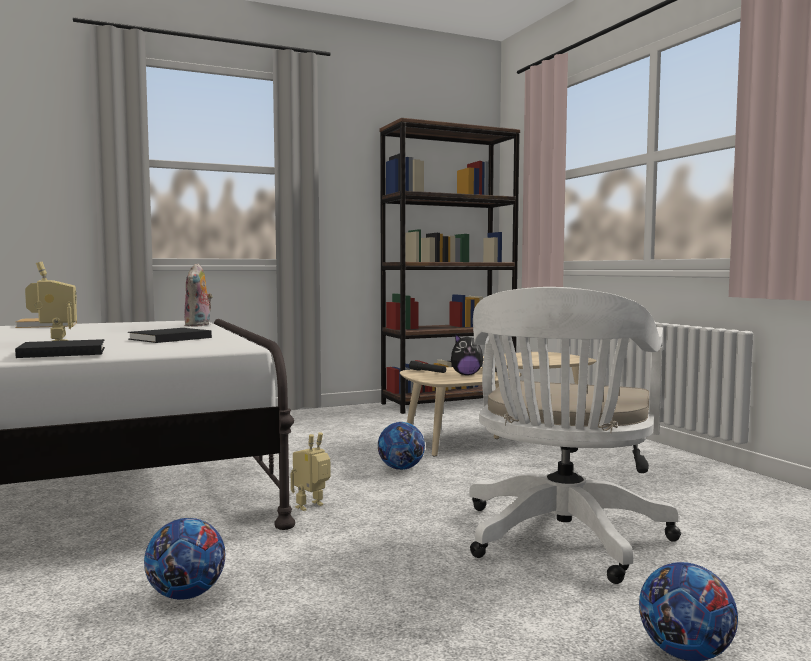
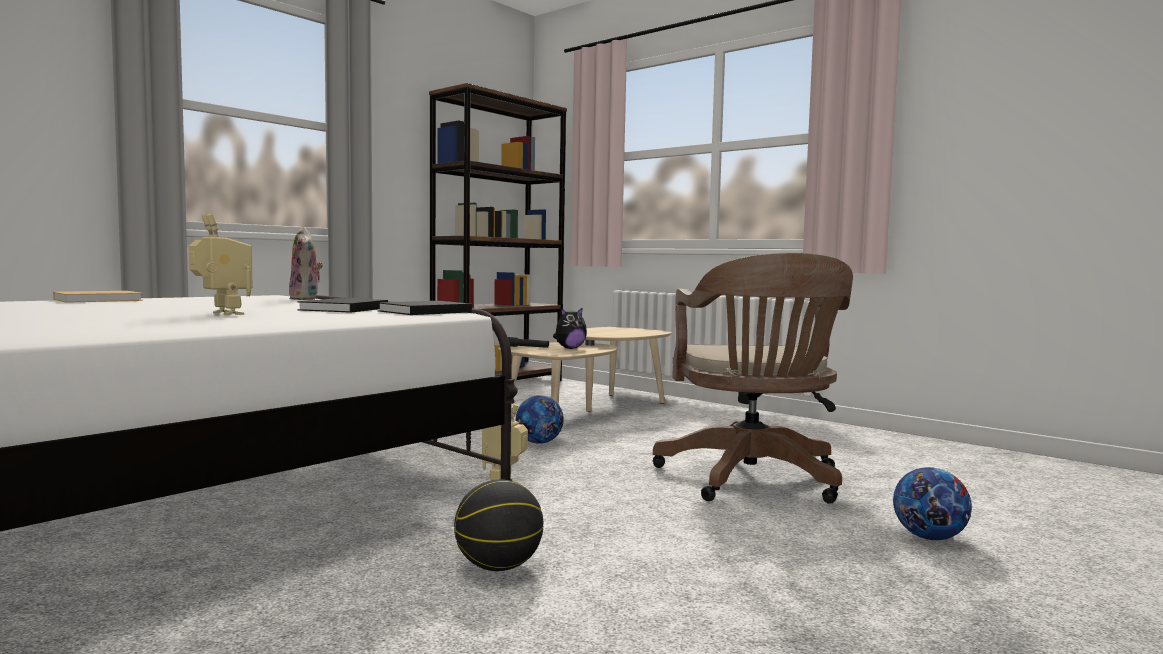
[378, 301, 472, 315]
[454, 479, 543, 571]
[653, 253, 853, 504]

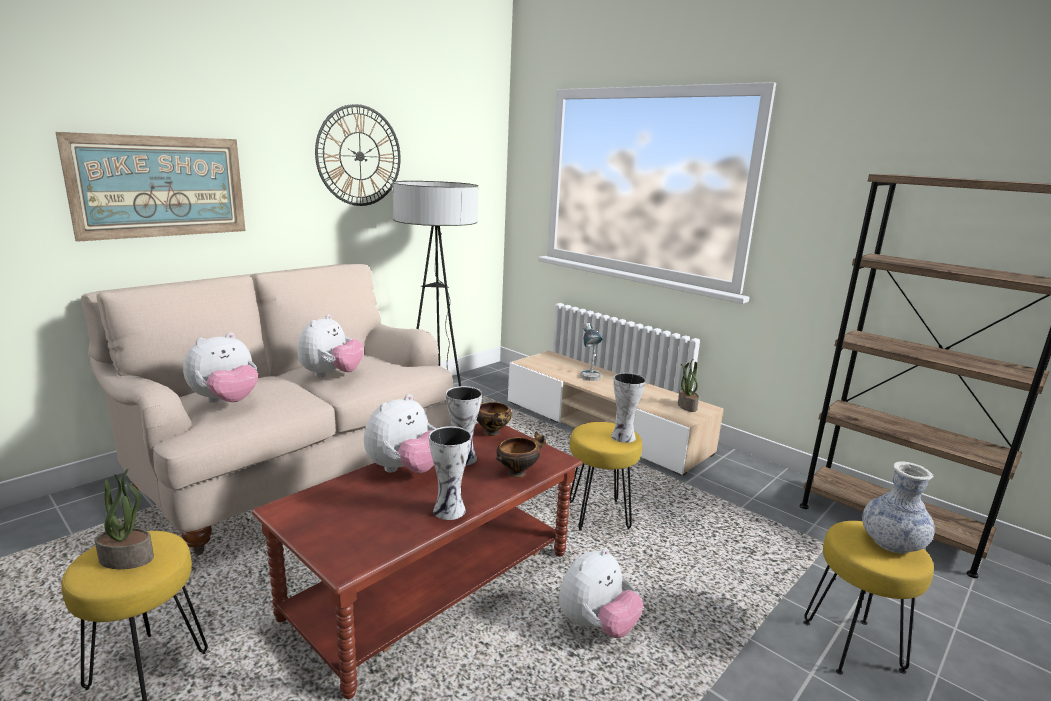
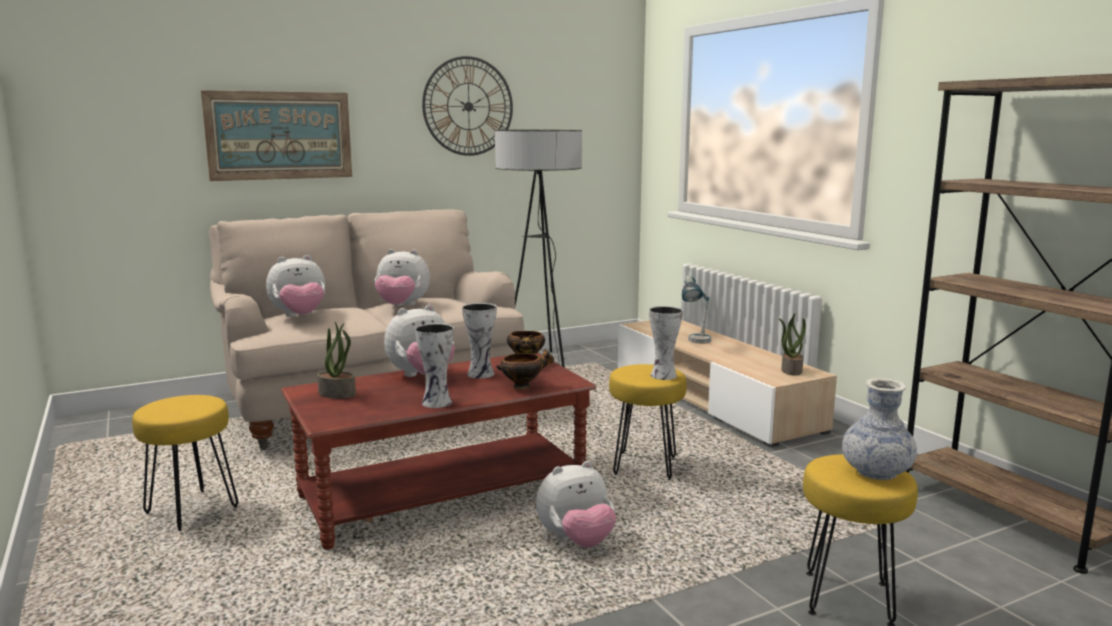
[317, 322, 356, 399]
[375, 249, 430, 306]

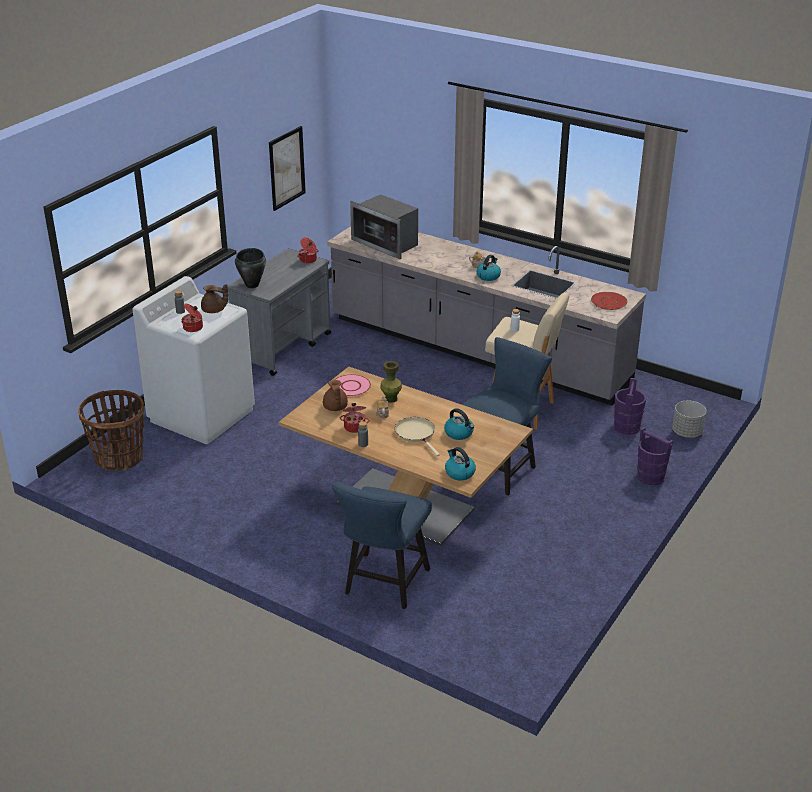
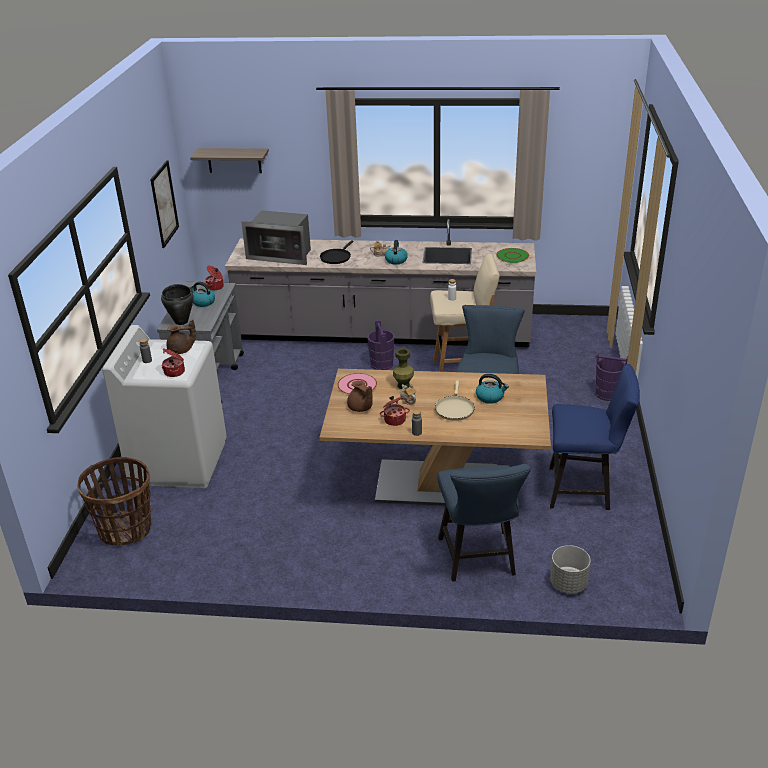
[190, 148, 269, 173]
[320, 240, 354, 264]
[549, 364, 640, 510]
[190, 282, 215, 307]
[367, 320, 395, 370]
[550, 545, 591, 594]
[496, 248, 529, 263]
[435, 380, 475, 421]

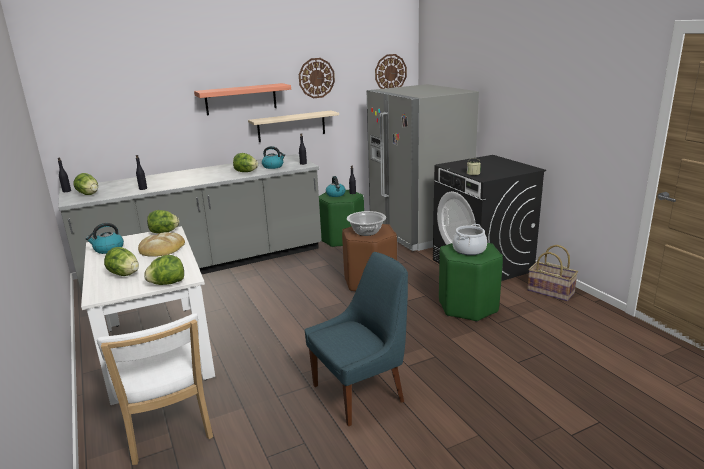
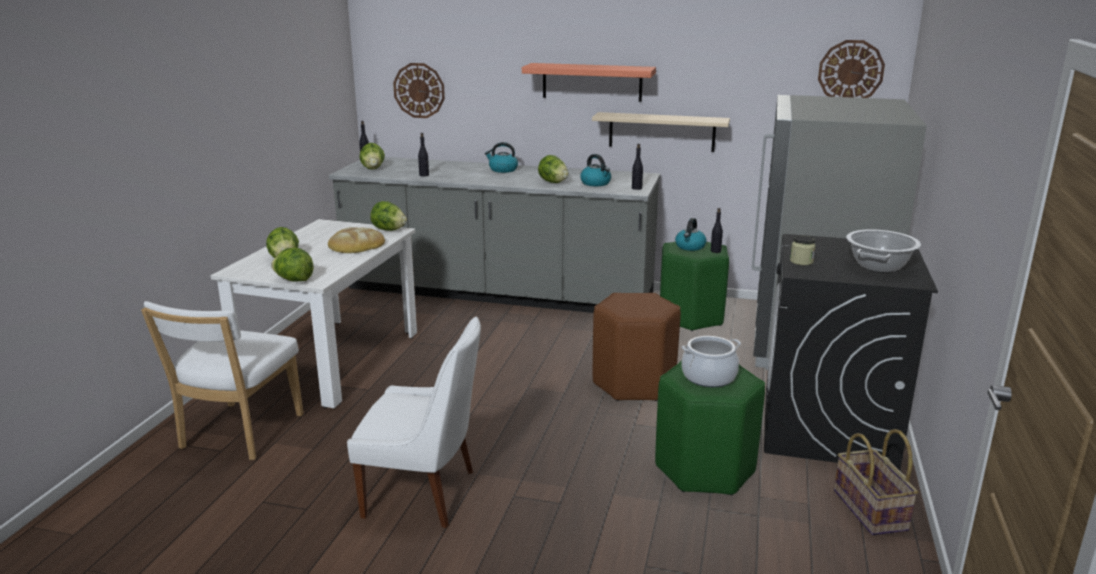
[485, 142, 518, 173]
[393, 63, 445, 118]
[846, 229, 921, 273]
[347, 317, 481, 528]

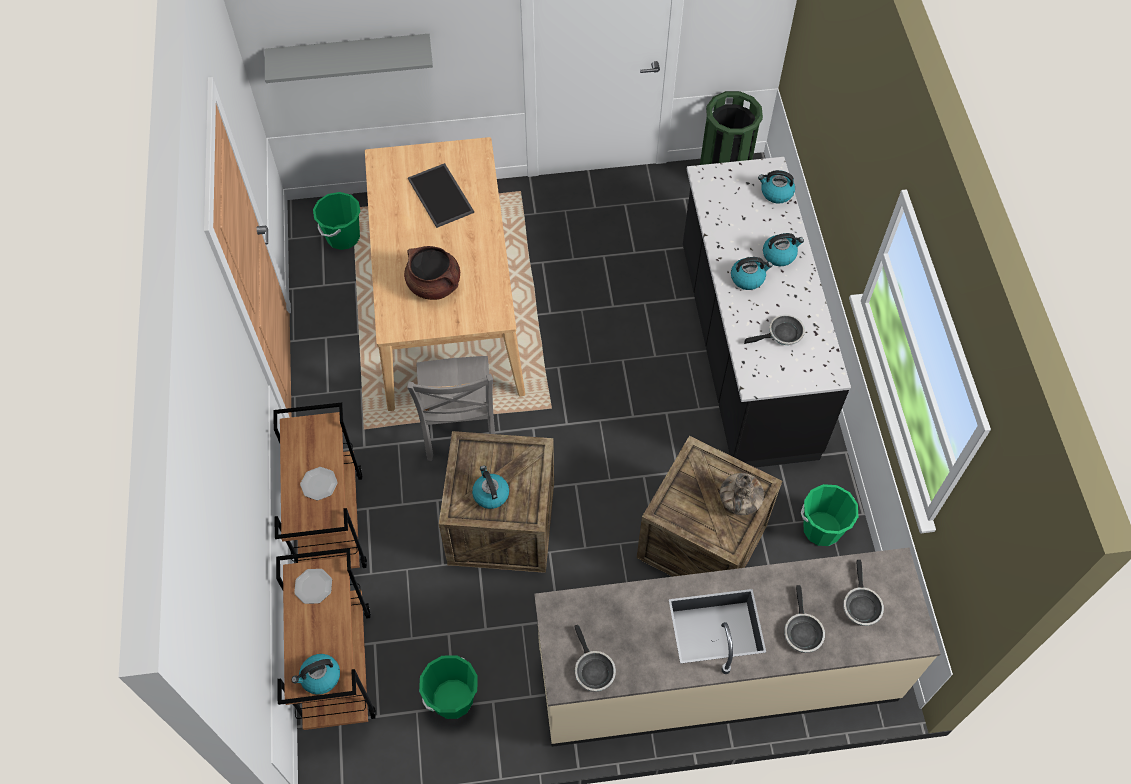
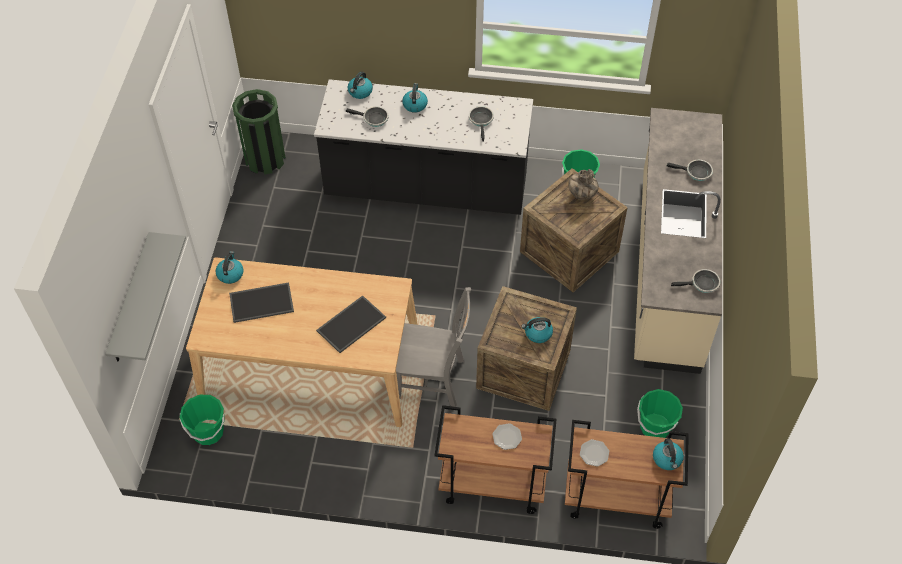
[215, 251, 243, 284]
[346, 106, 389, 127]
[316, 295, 386, 353]

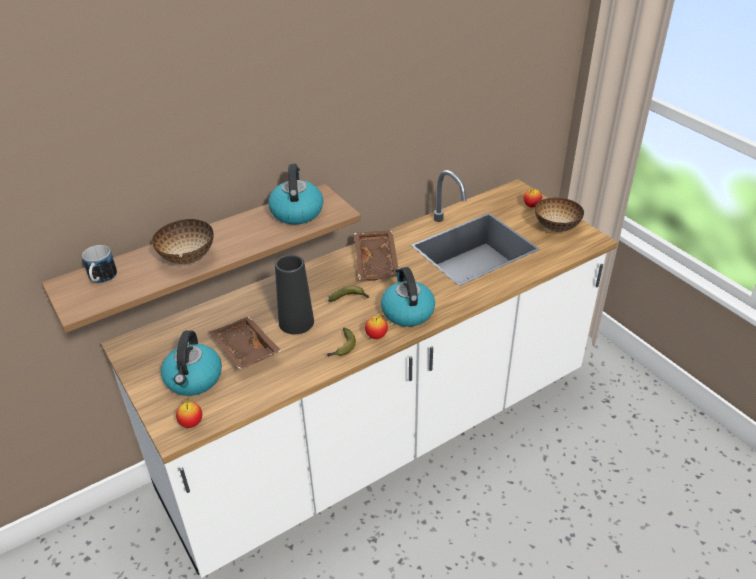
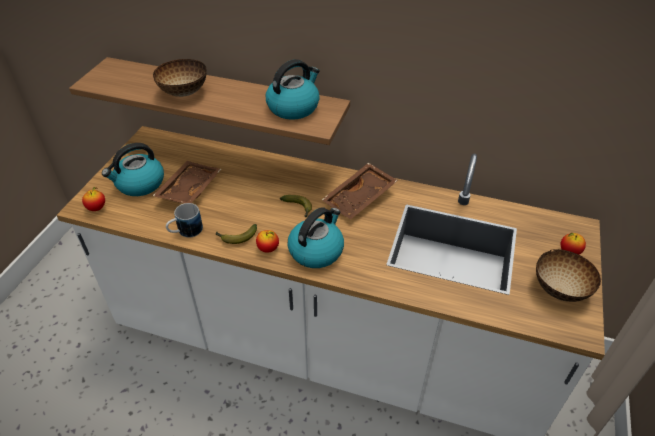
[275, 255, 314, 334] (first image)
[166, 203, 203, 237]

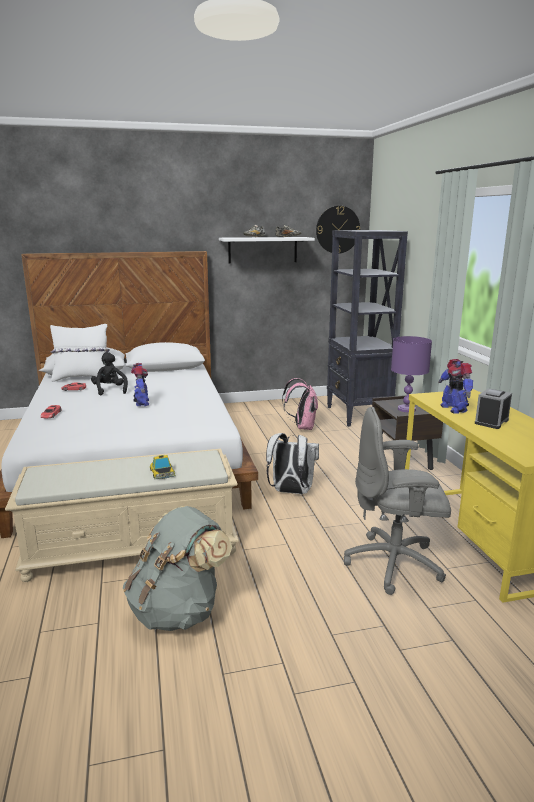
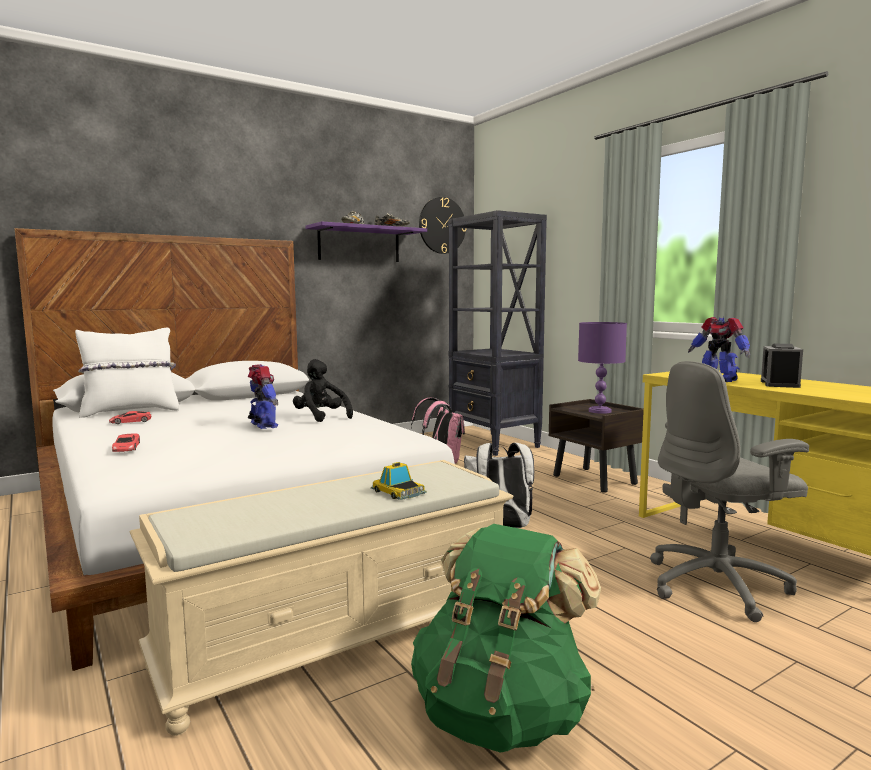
[293, 359, 353, 422]
[411, 524, 601, 753]
[305, 222, 427, 262]

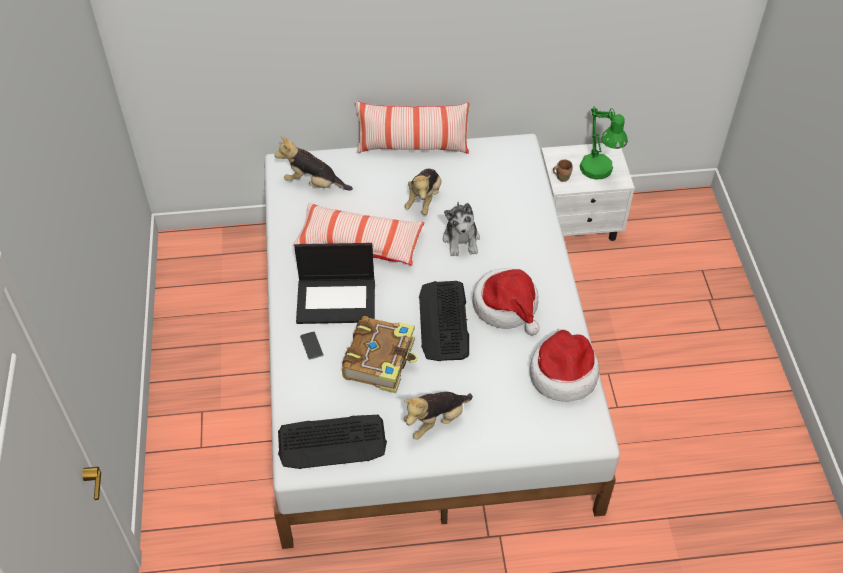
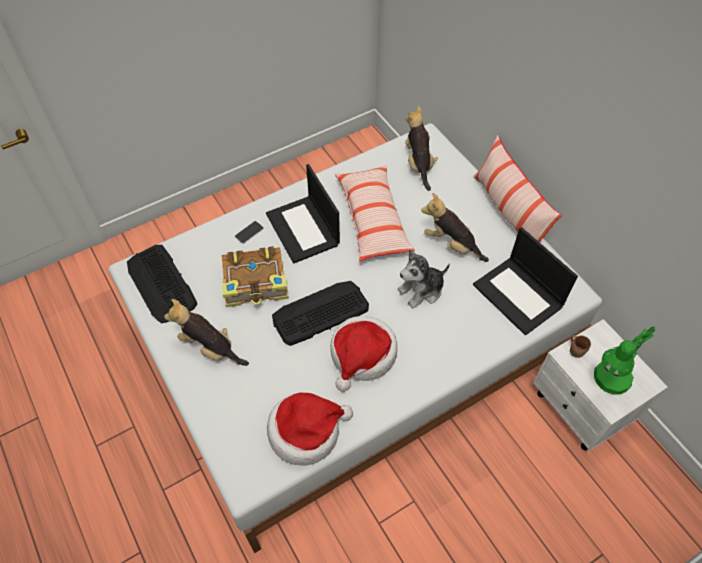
[473, 227, 578, 335]
[421, 193, 489, 262]

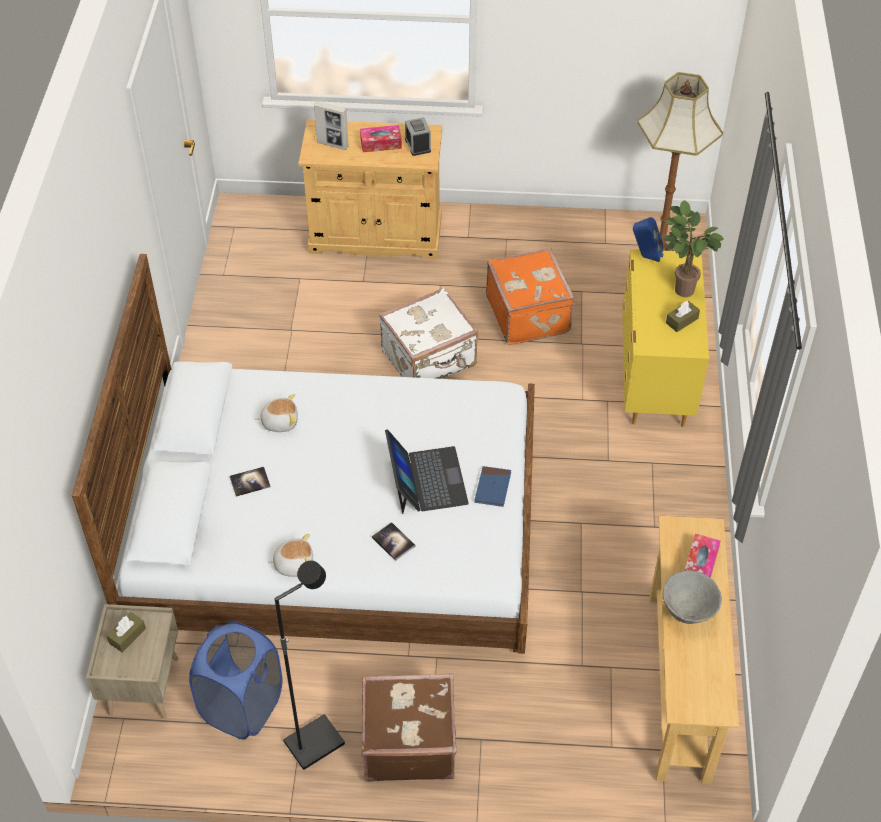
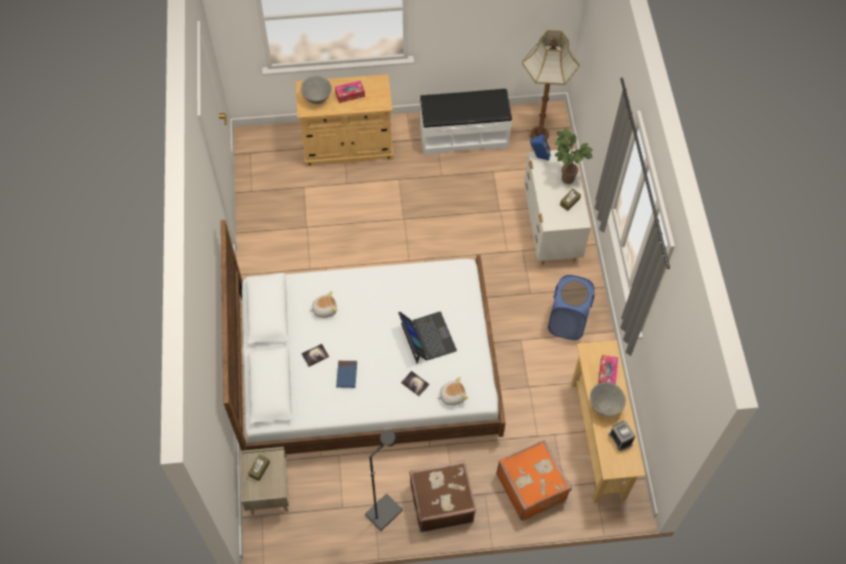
[379, 288, 478, 379] (first image)
[419, 89, 512, 155]
[548, 275, 595, 340]
[437, 377, 468, 406]
[609, 421, 635, 451]
[336, 361, 357, 388]
[496, 440, 572, 521]
[301, 76, 332, 104]
[524, 149, 591, 265]

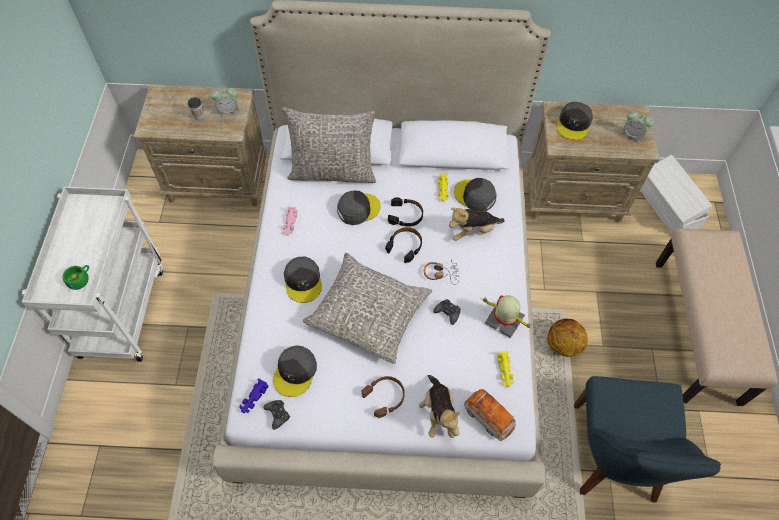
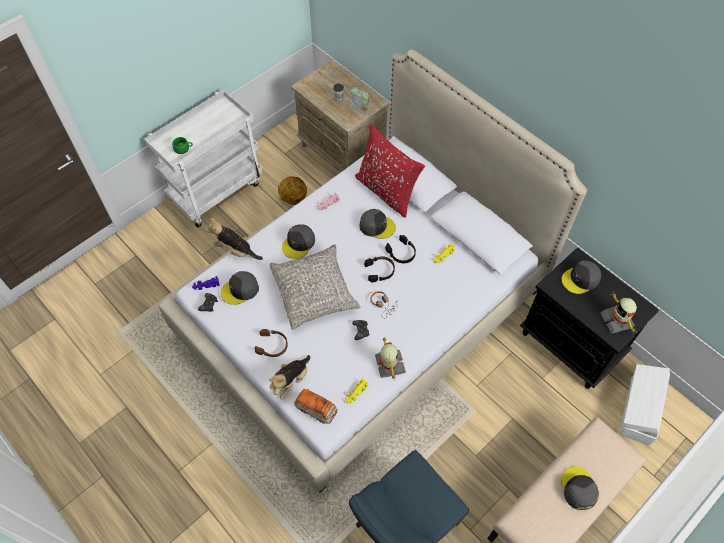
[205, 218, 263, 260]
[561, 466, 599, 510]
[278, 176, 307, 205]
[601, 291, 637, 334]
[355, 124, 425, 218]
[520, 248, 659, 389]
[294, 388, 337, 424]

